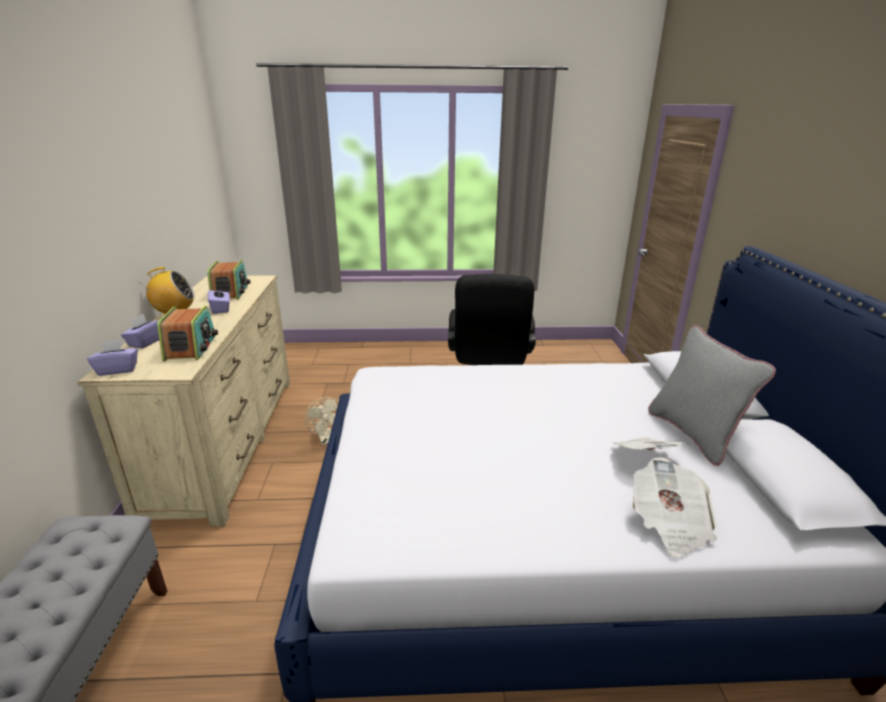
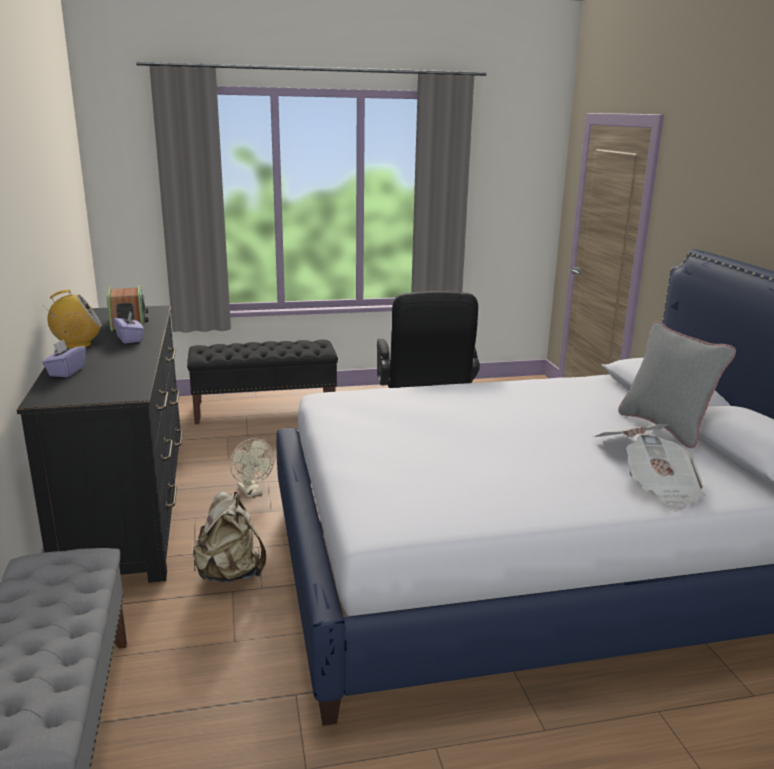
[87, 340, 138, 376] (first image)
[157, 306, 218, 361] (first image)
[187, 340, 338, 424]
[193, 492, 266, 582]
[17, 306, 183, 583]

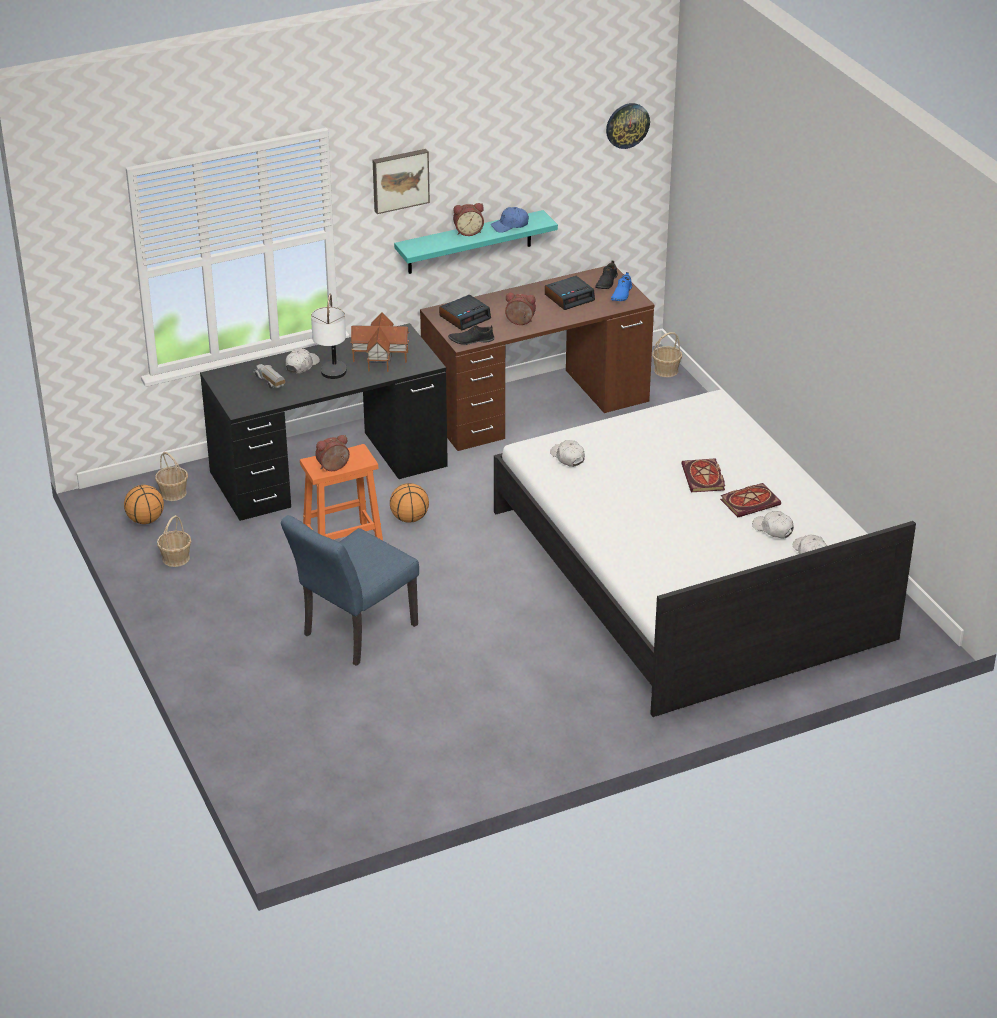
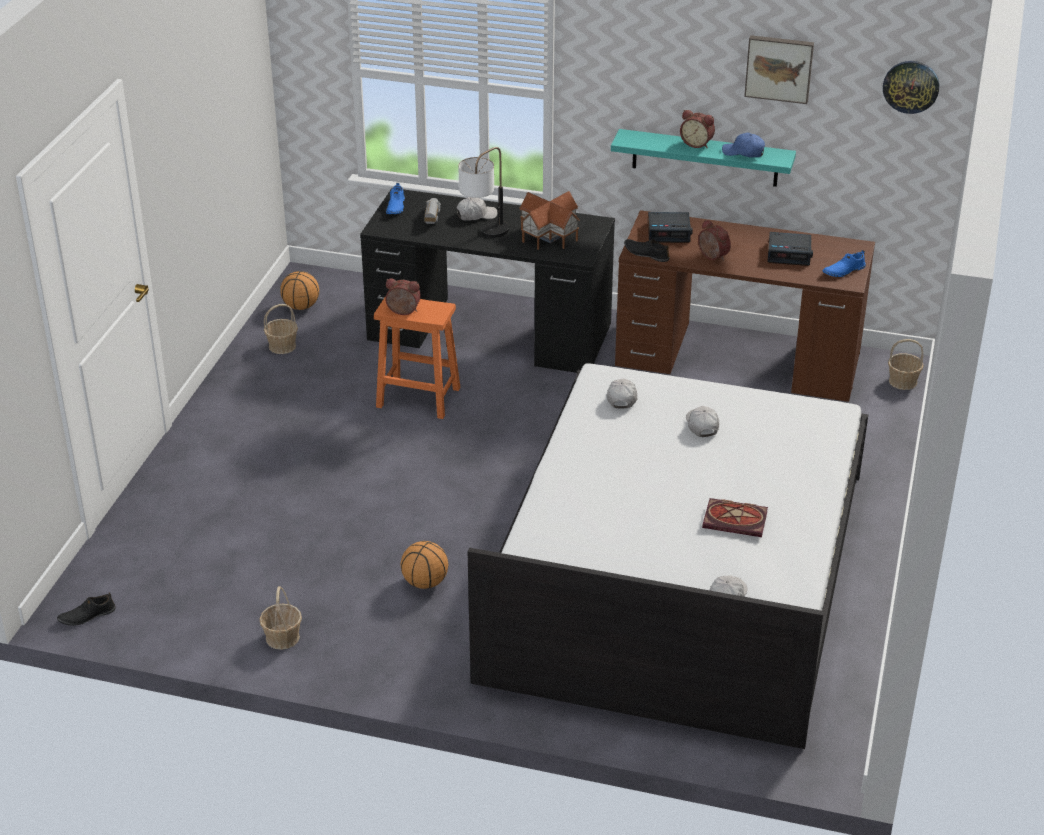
[281, 515, 419, 666] (first image)
[681, 458, 725, 492] (first image)
[386, 183, 405, 214]
[260, 586, 302, 650]
[744, 35, 814, 104]
[401, 541, 448, 589]
[57, 592, 116, 626]
[686, 406, 719, 437]

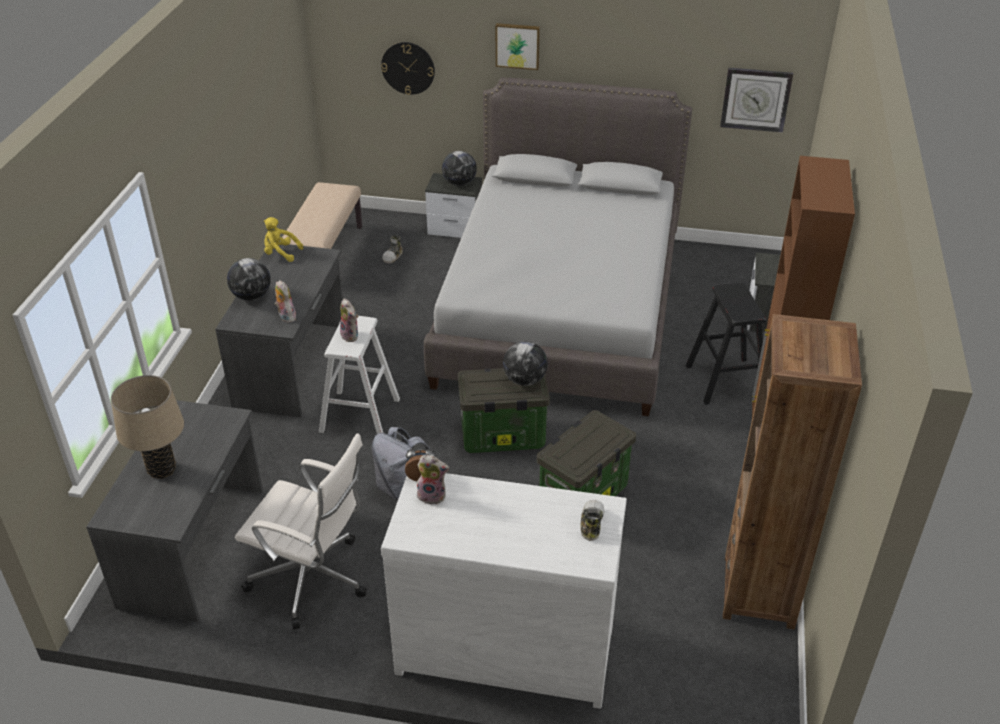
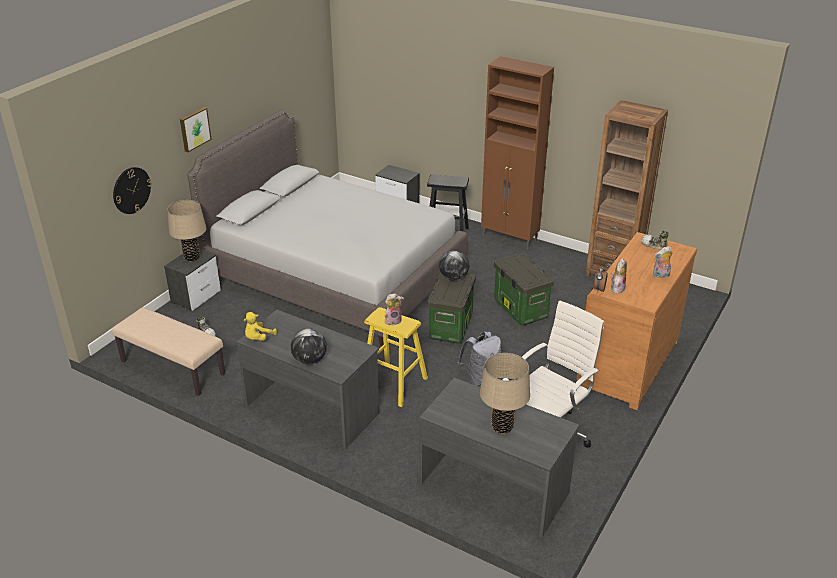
[720, 68, 793, 133] (first image)
[653, 246, 672, 279]
[167, 200, 206, 262]
[364, 307, 428, 407]
[577, 232, 697, 410]

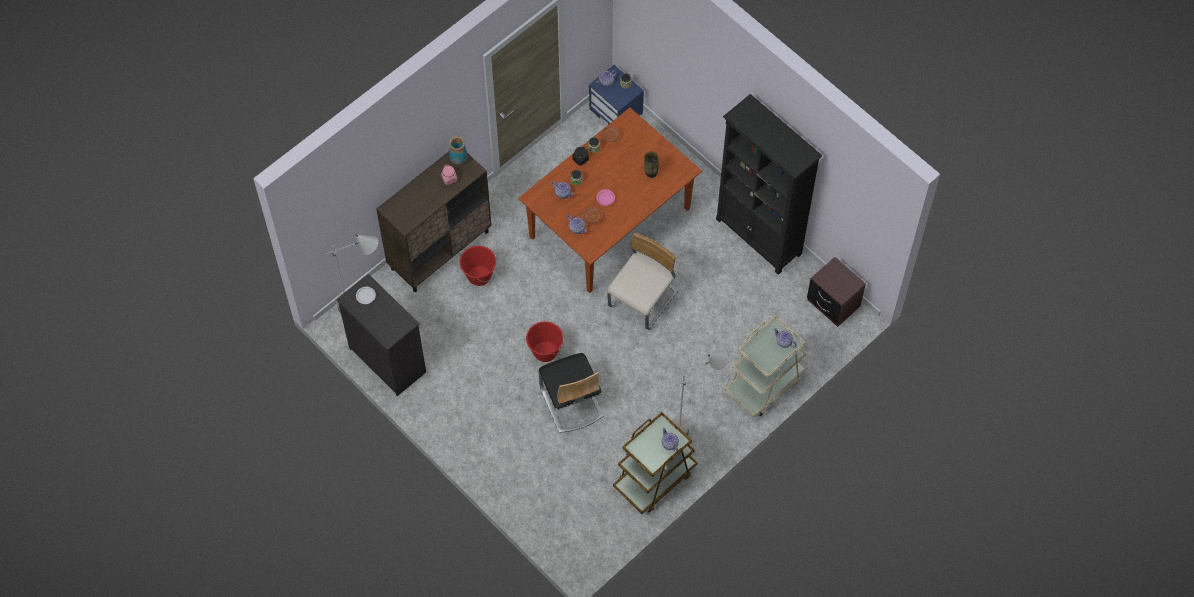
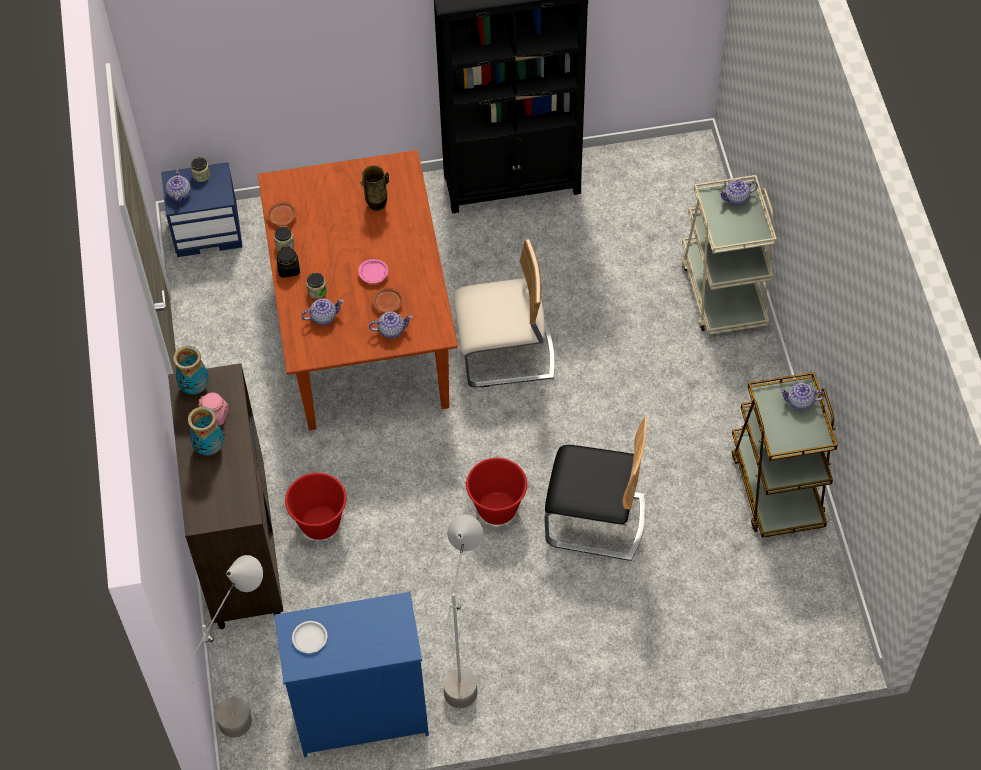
[807, 257, 866, 327] (first image)
[188, 407, 224, 455]
[443, 515, 483, 708]
[275, 592, 429, 757]
[454, 239, 555, 387]

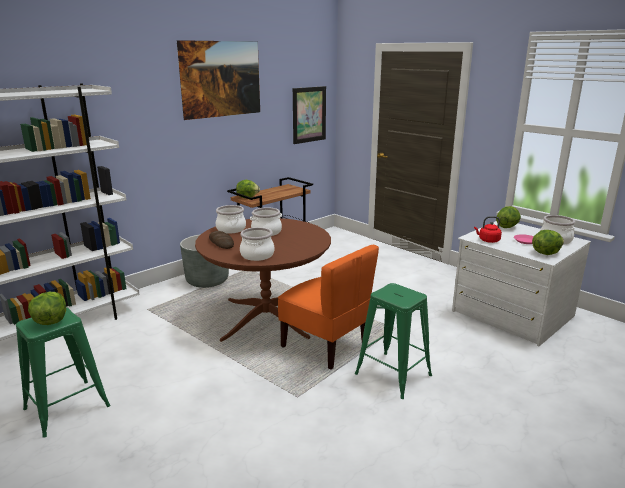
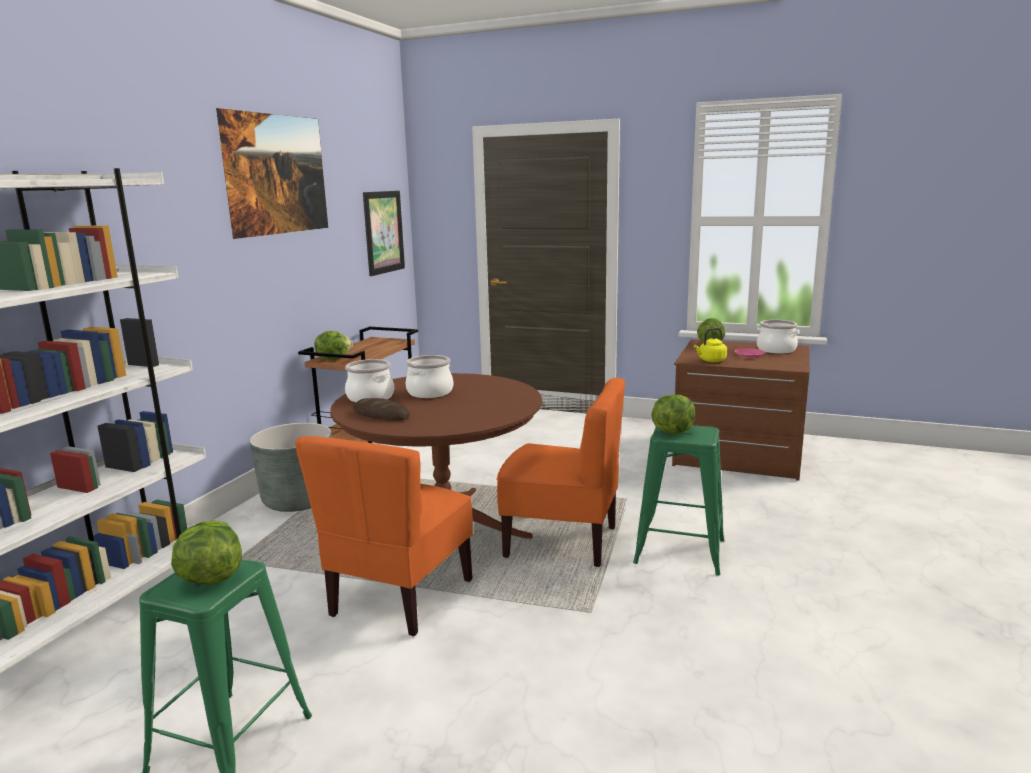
[240, 227, 274, 261] (first image)
[295, 436, 473, 636]
[651, 394, 695, 434]
[672, 339, 810, 481]
[694, 328, 727, 362]

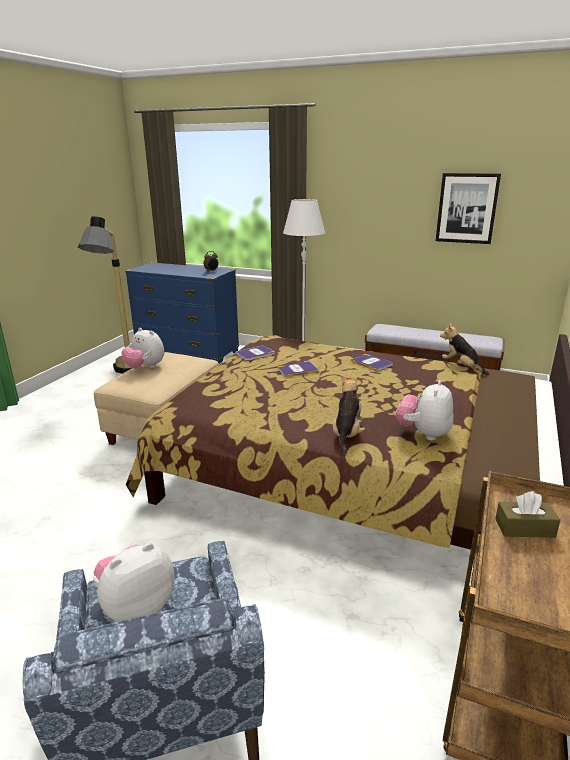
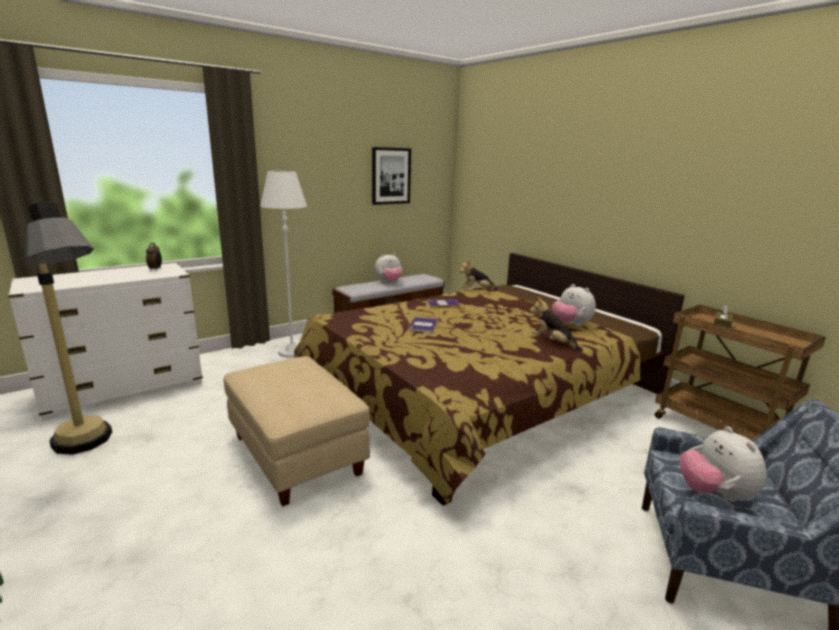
[235, 345, 275, 361] (first image)
[375, 253, 402, 282]
[8, 262, 203, 421]

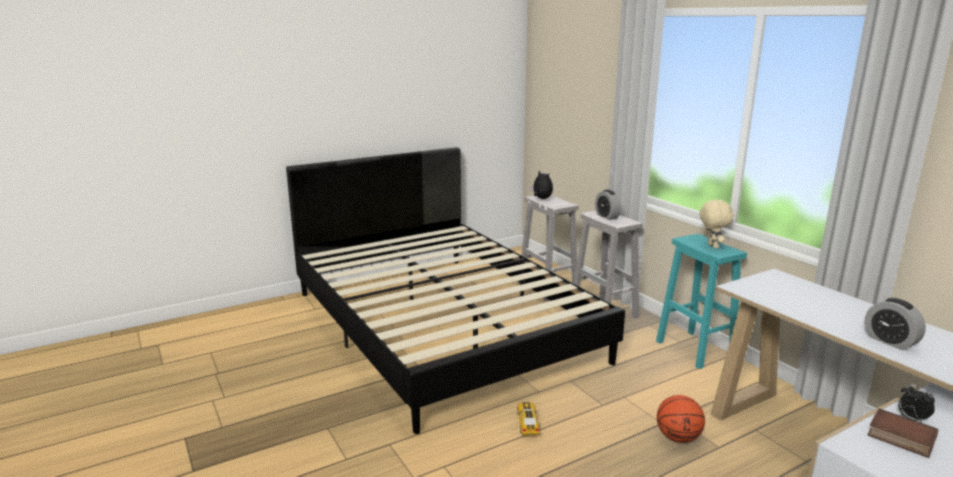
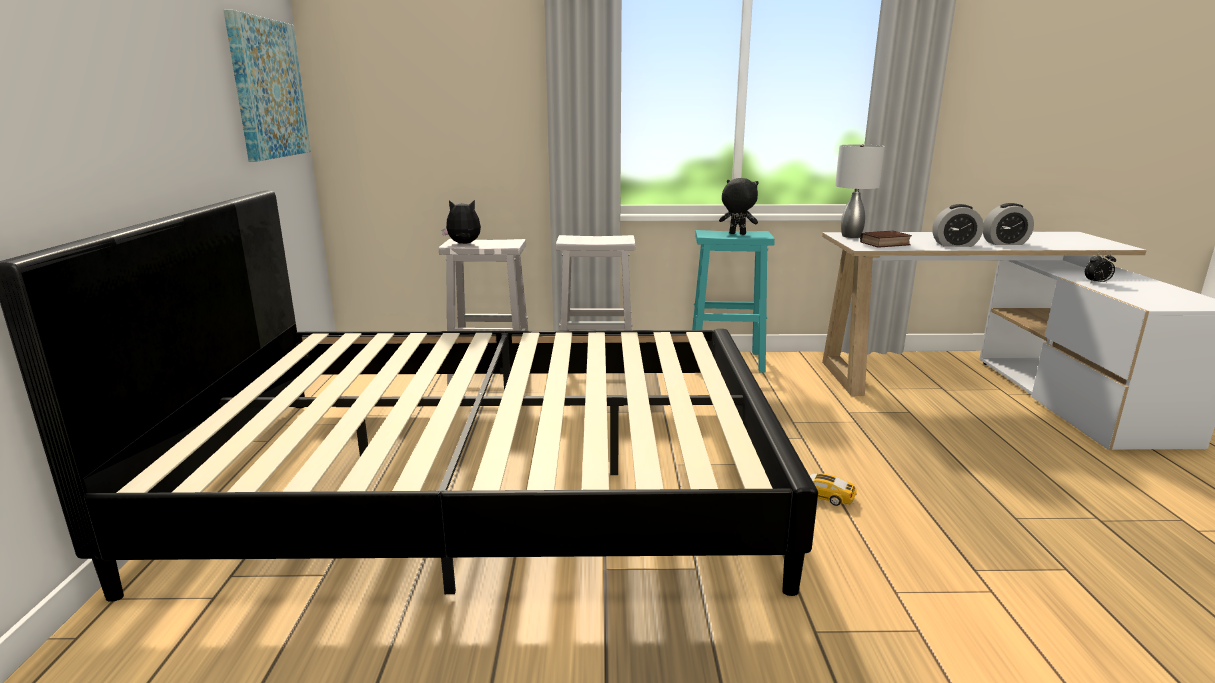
[657, 395, 705, 443] (first image)
[224, 10, 311, 162]
[835, 144, 885, 238]
[932, 204, 984, 247]
[860, 231, 912, 248]
[719, 178, 759, 235]

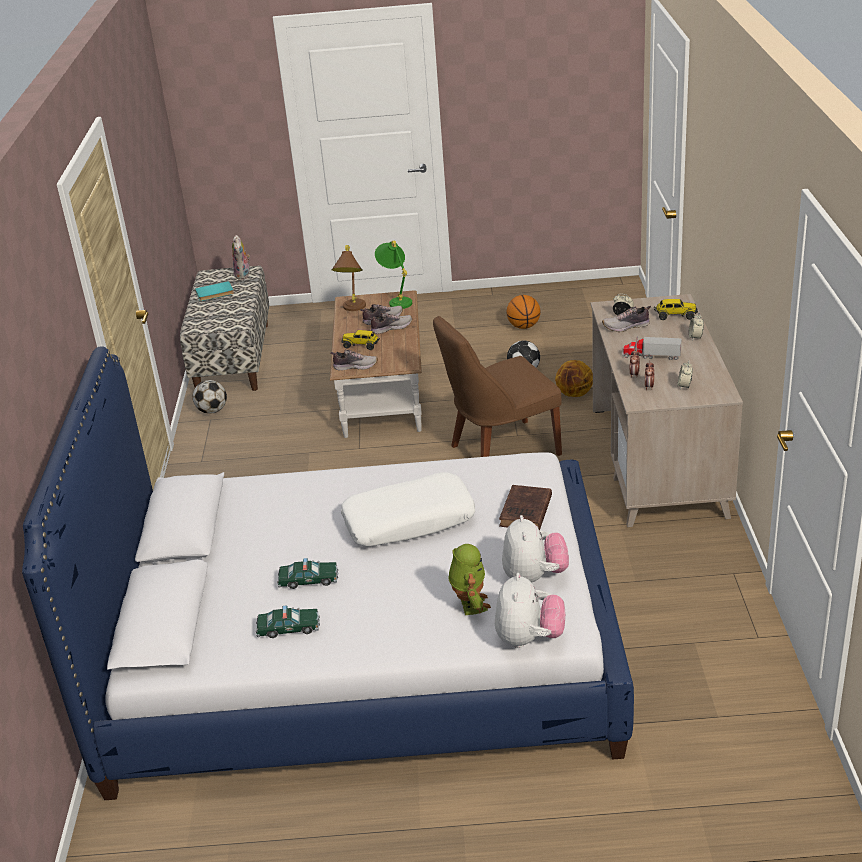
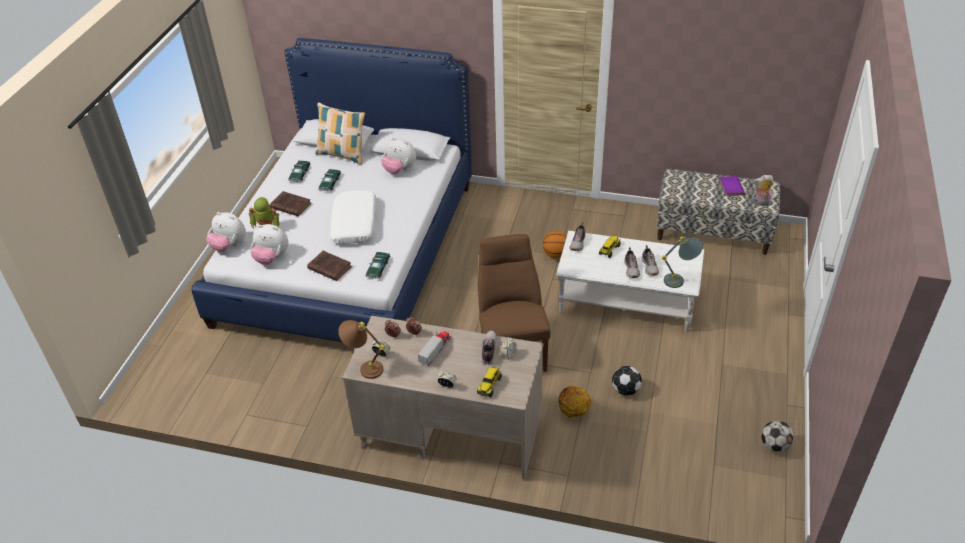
[270, 191, 311, 217]
[316, 102, 365, 165]
[365, 252, 390, 279]
[381, 137, 416, 174]
[761, 421, 794, 452]
[338, 320, 385, 379]
[543, 231, 567, 258]
[719, 176, 745, 196]
[556, 231, 704, 332]
[662, 236, 703, 288]

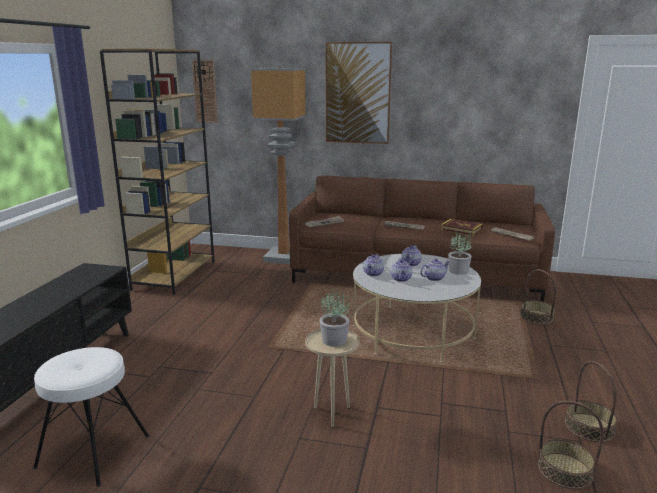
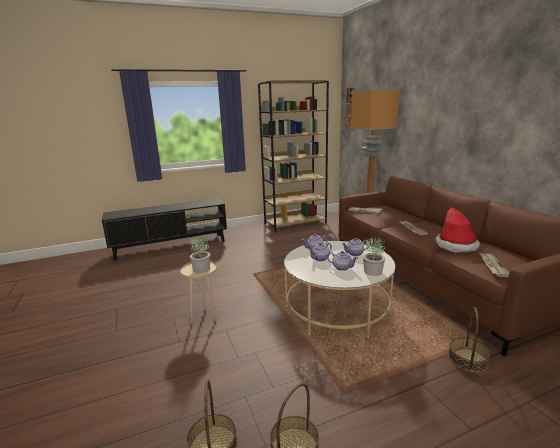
[33, 347, 149, 487] (first image)
[326, 42, 392, 144] (first image)
[435, 207, 480, 253]

